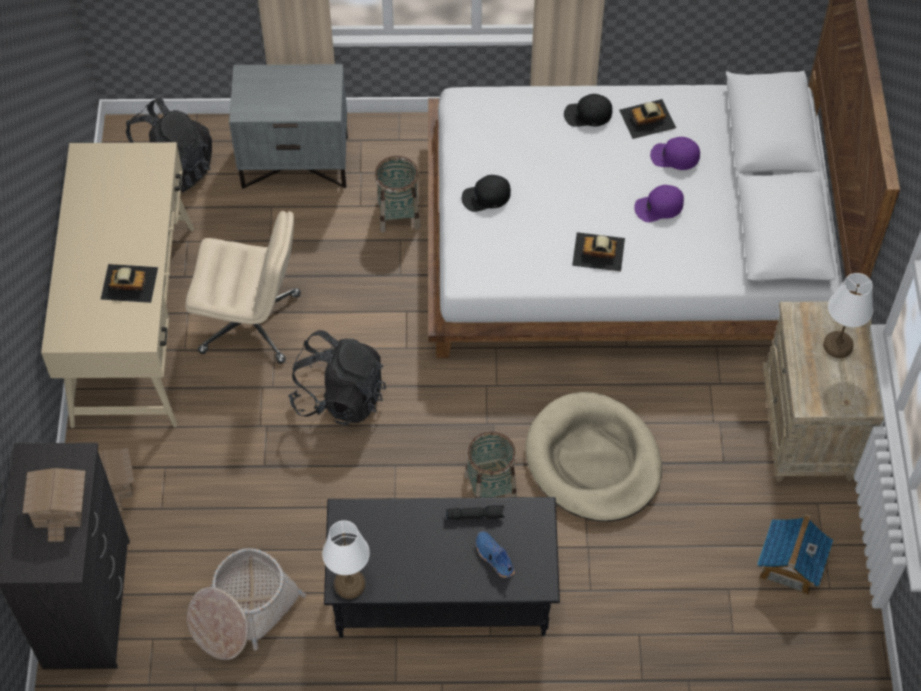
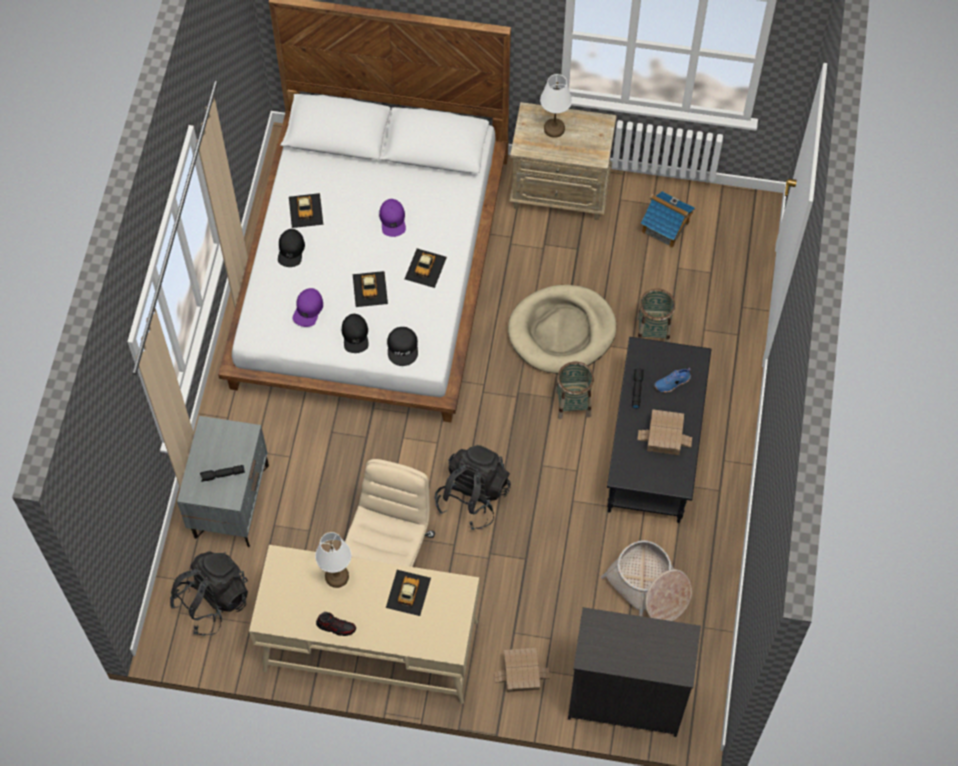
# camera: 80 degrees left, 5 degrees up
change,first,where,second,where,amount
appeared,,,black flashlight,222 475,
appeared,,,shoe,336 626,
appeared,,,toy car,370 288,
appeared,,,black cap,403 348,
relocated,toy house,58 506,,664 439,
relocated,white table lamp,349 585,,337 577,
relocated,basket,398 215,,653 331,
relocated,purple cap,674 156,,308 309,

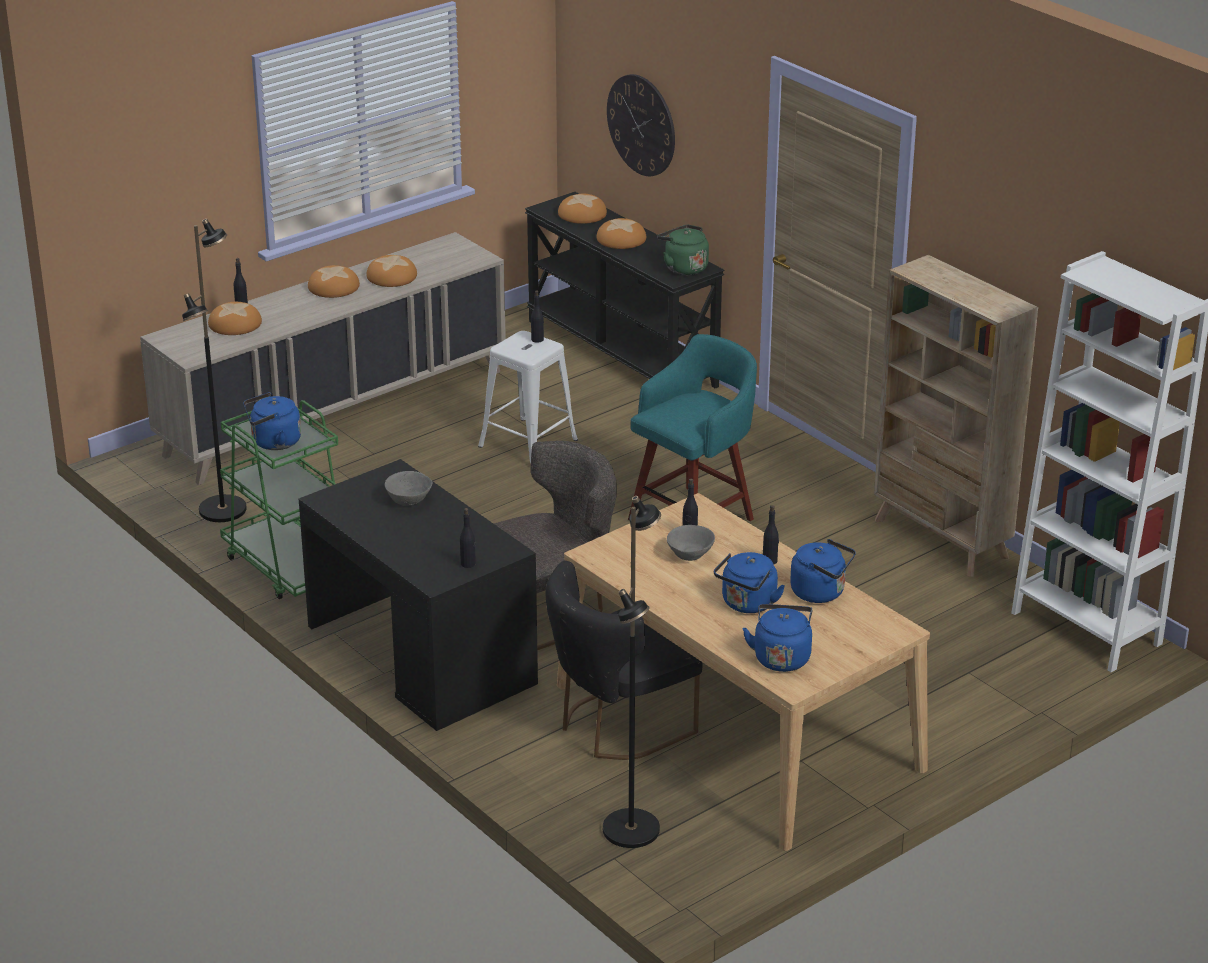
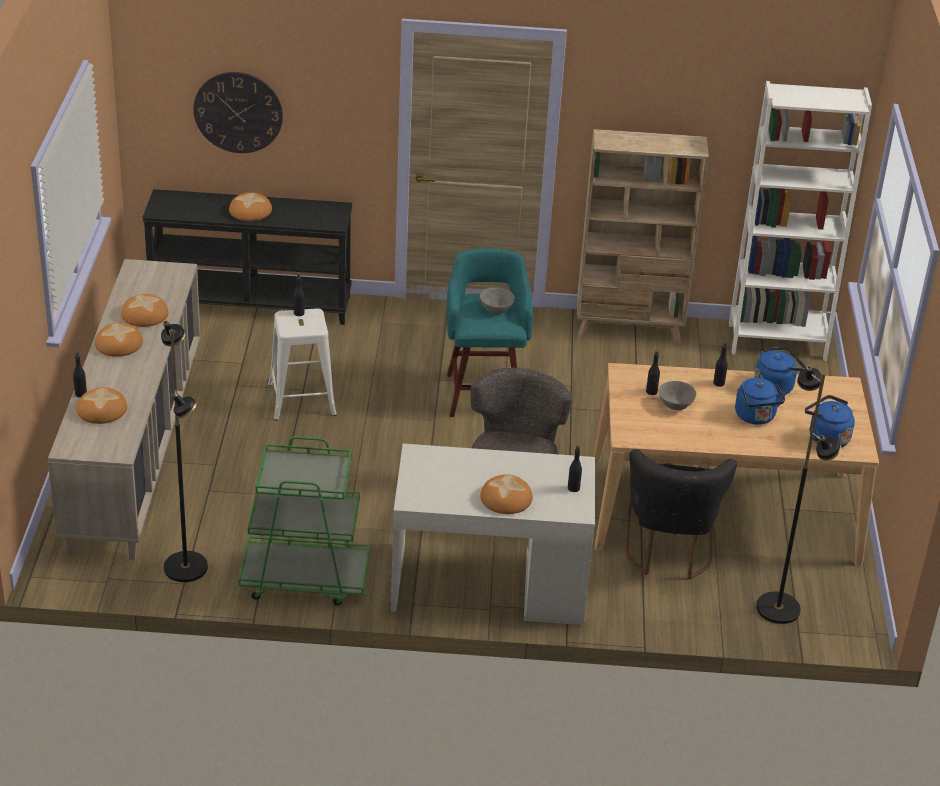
# camera: 50 degrees left, 5 degrees up
change,first,where,second,where,amount
missing,blue kettle,273 442,,,
missing,green kettle,683 267,,,
relocated,grey bowl,408 500,,496 309,
relocated,bread,581 214,,506 499,
colour,black desk,420 655,white desk,489 583,

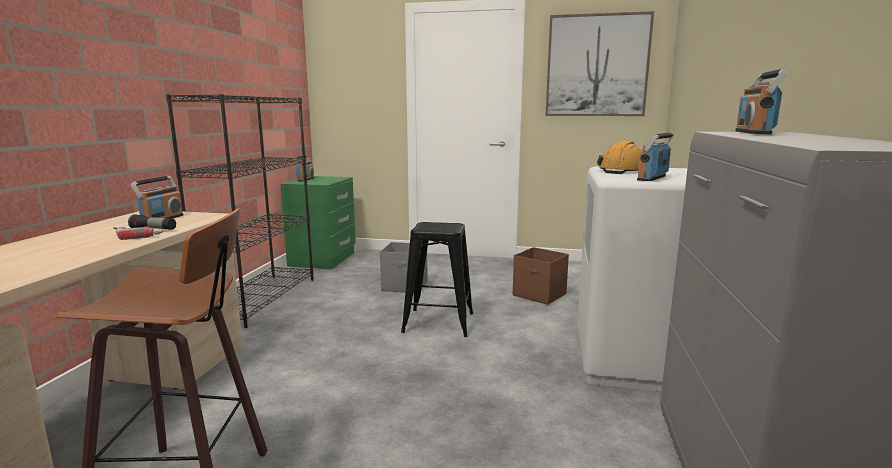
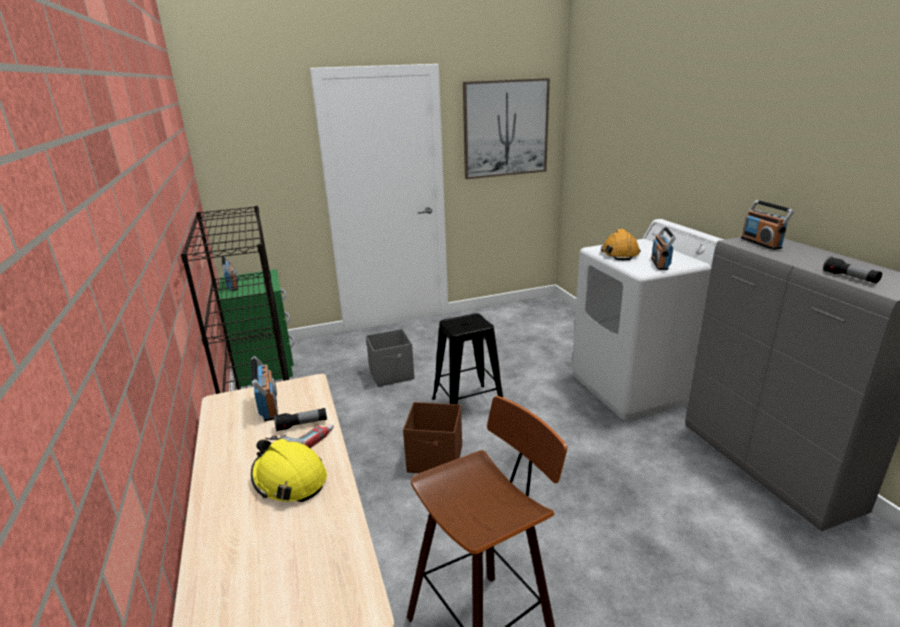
# camera: 30 degrees left, 10 degrees up
change,first,where,second,where,amount
appeared,,,yellow hard hat,289 479,
appeared,,,flashlight,850 277,
relocated,brown storage box,539 295,,436 459,

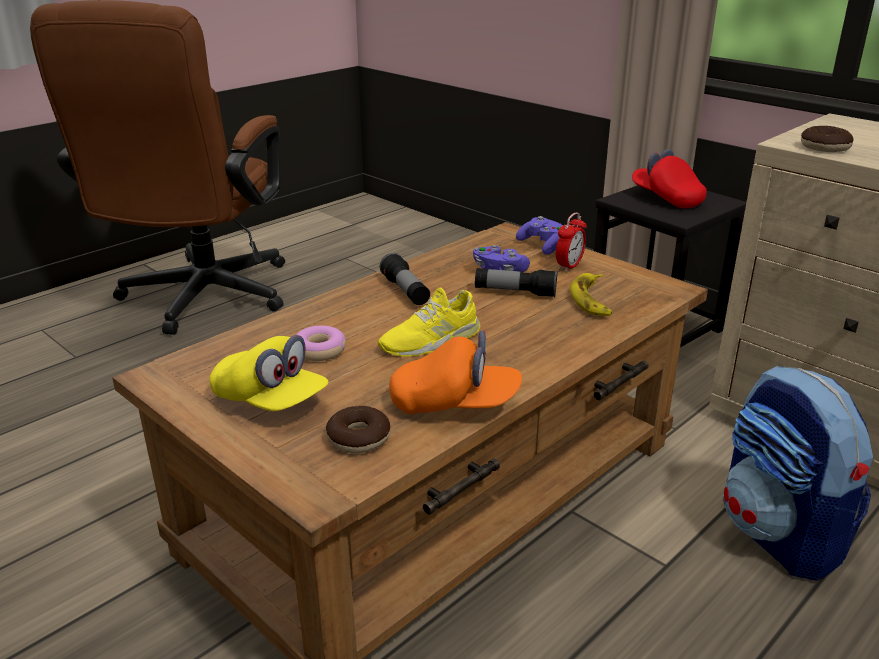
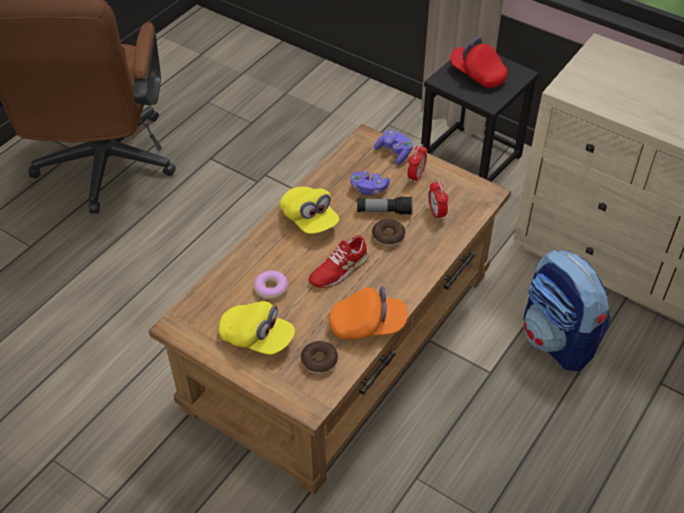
# camera: 10 degrees left, 20 degrees up
change,first,where,second,where,amount
relocated,donut,824 147,,388 236,
exchanged,flashlight,405 291,yellow cap,309 219,
exchanged,banana,592 300,alarm clock,436 213,
colour,yellow shoe,430 340,red shoe,339 269,

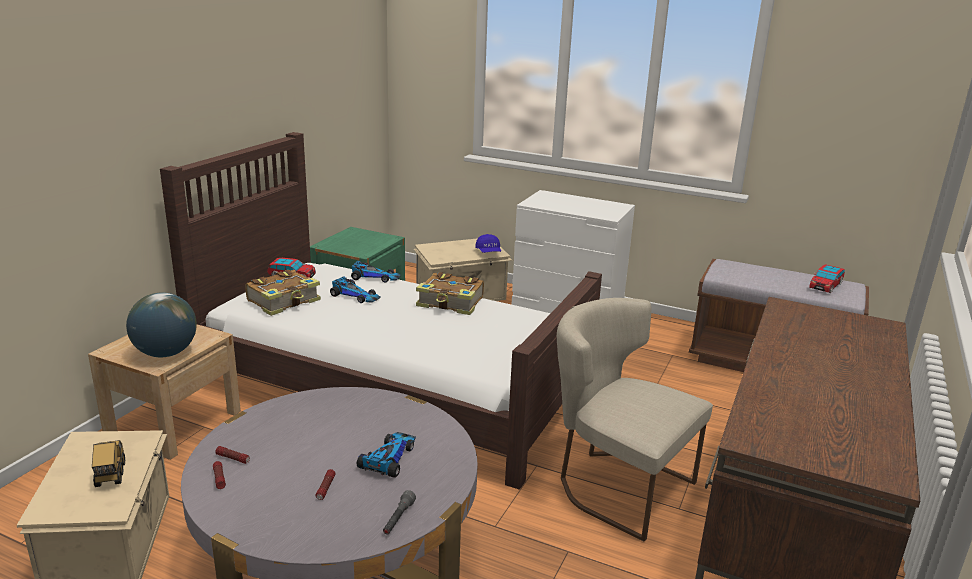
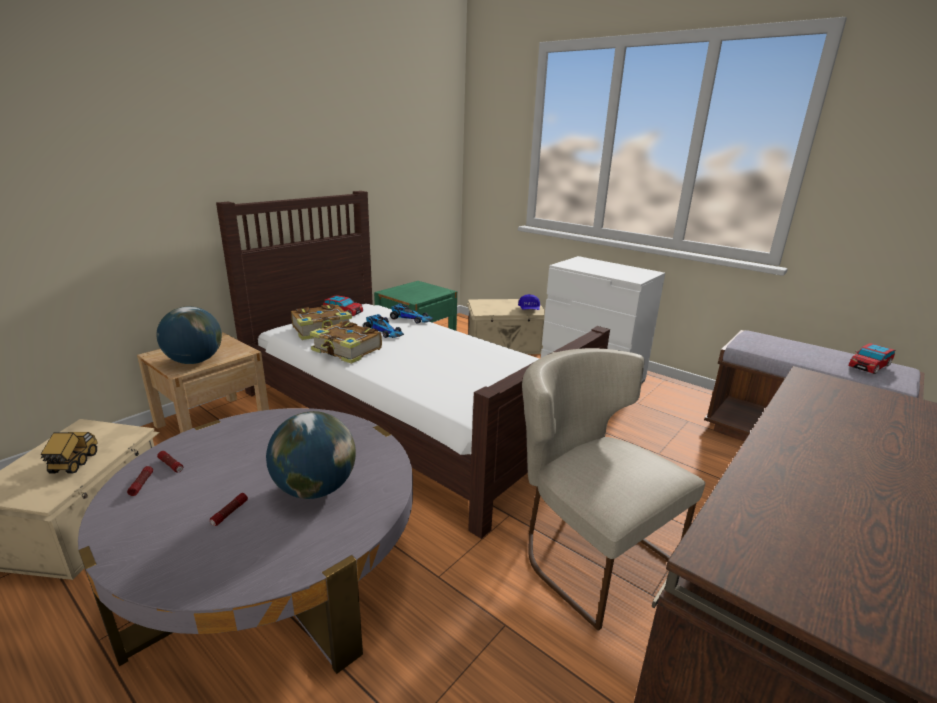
# camera: 15 degrees right, 0 degrees up
change,first,where,second,where,amount
missing,grey flashlight,398 518,,,
relocated,book,451 303,,347 351,
exchanged,toy car,388 458,globe,315 489,

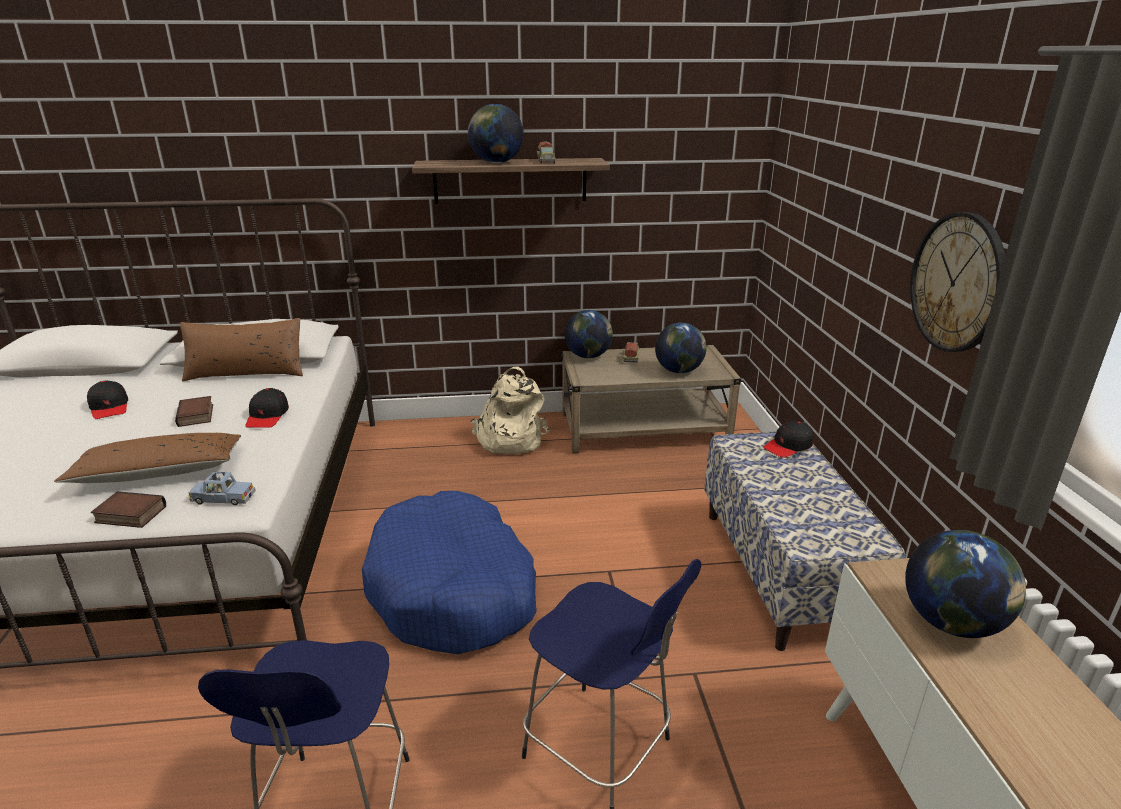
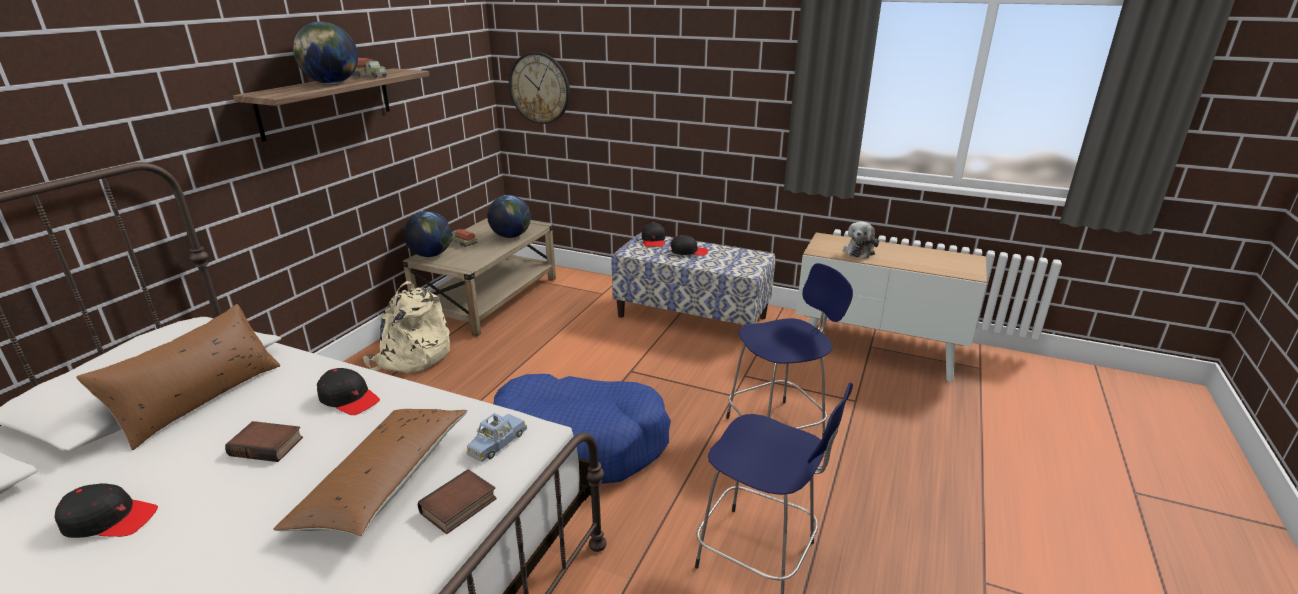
# camera: 60 degrees left, 0 degrees up
change,first,where,second,where,amount
appeared,,,black cap,688 251,
relocated,wall clock,958 283,,539 88,
exchanged,globe,951 622,plush toy,860 251,

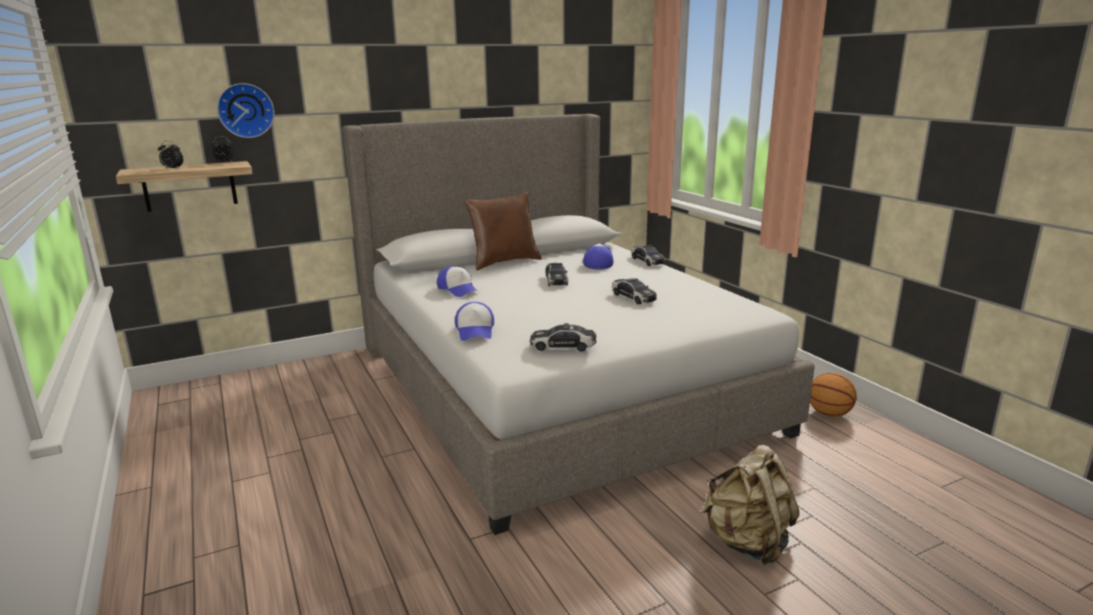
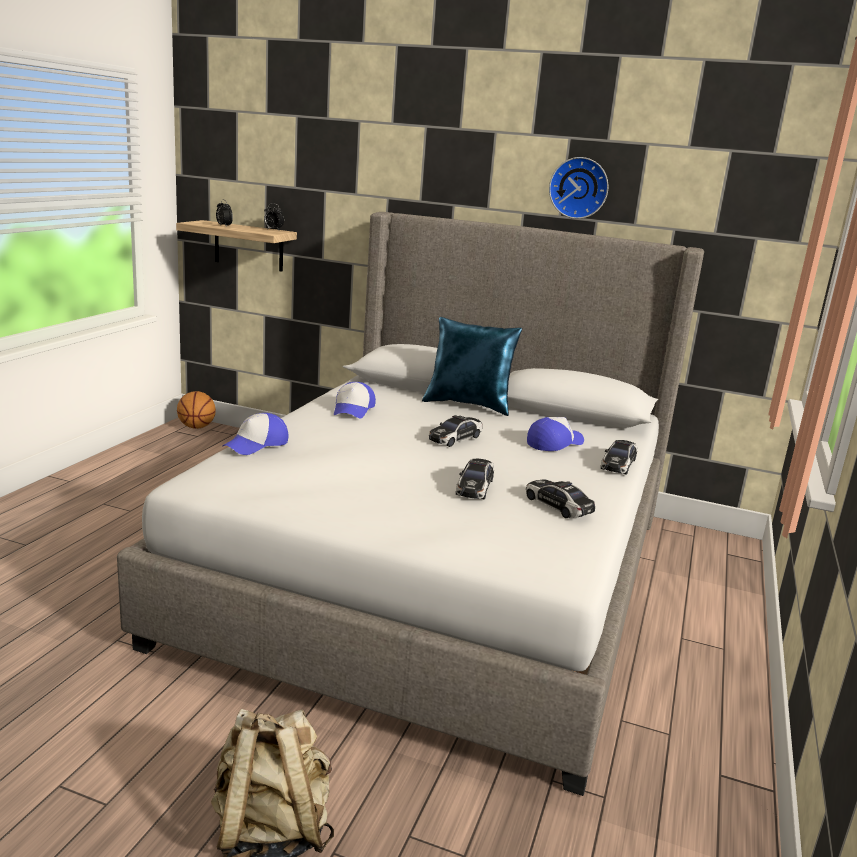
# camera: 45 degrees right, 0 degrees up
change,first,where,second,where,amount
relocated,wall clock,245 110,,579 188,
relocated,toy car,563 346,,558 506,
relocated,basketball,828 414,,196 427,
colour,brown pillow,504 262,blue pillow,469 405,

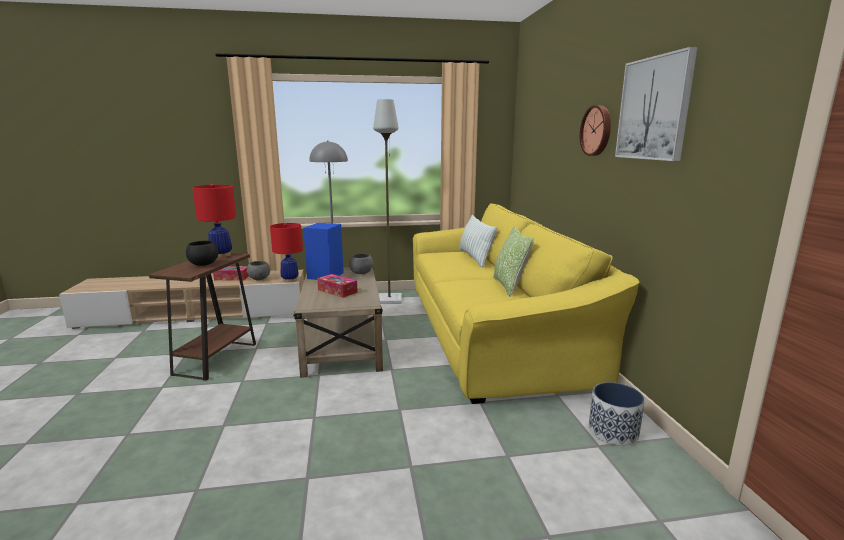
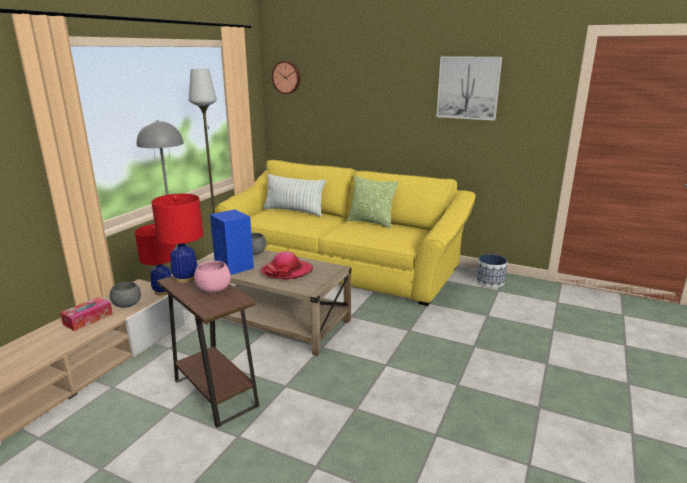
# camera: 55 degrees left, 5 degrees up
change,first,where,second,where,amount
relocated,wall clock,597 130,,286 77,
exchanged,tissue box,337 291,hat,287 271,
colour,black bowl,204 264,pink bowl,213 290,

